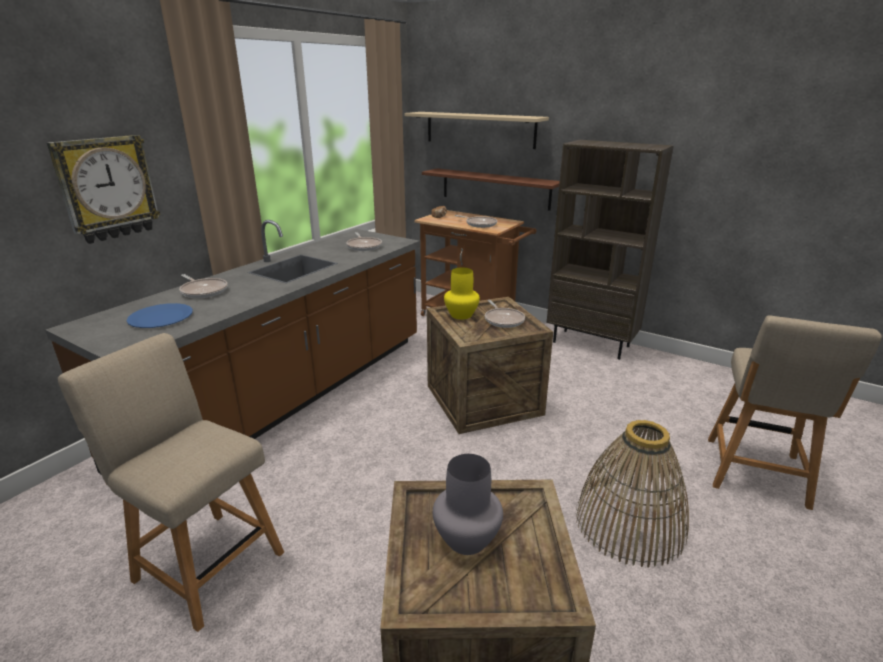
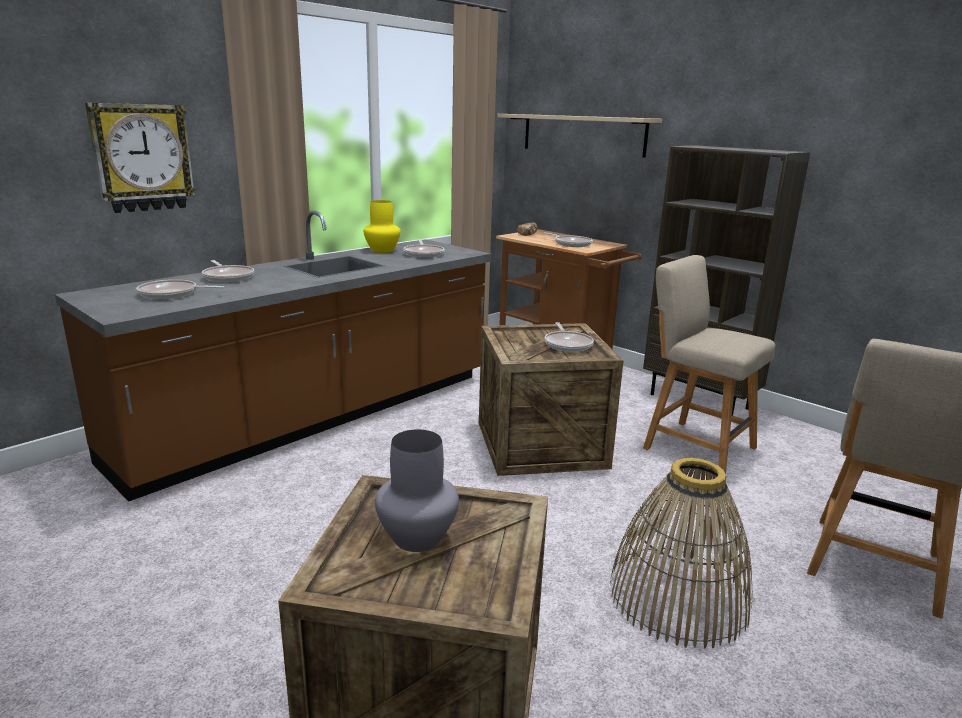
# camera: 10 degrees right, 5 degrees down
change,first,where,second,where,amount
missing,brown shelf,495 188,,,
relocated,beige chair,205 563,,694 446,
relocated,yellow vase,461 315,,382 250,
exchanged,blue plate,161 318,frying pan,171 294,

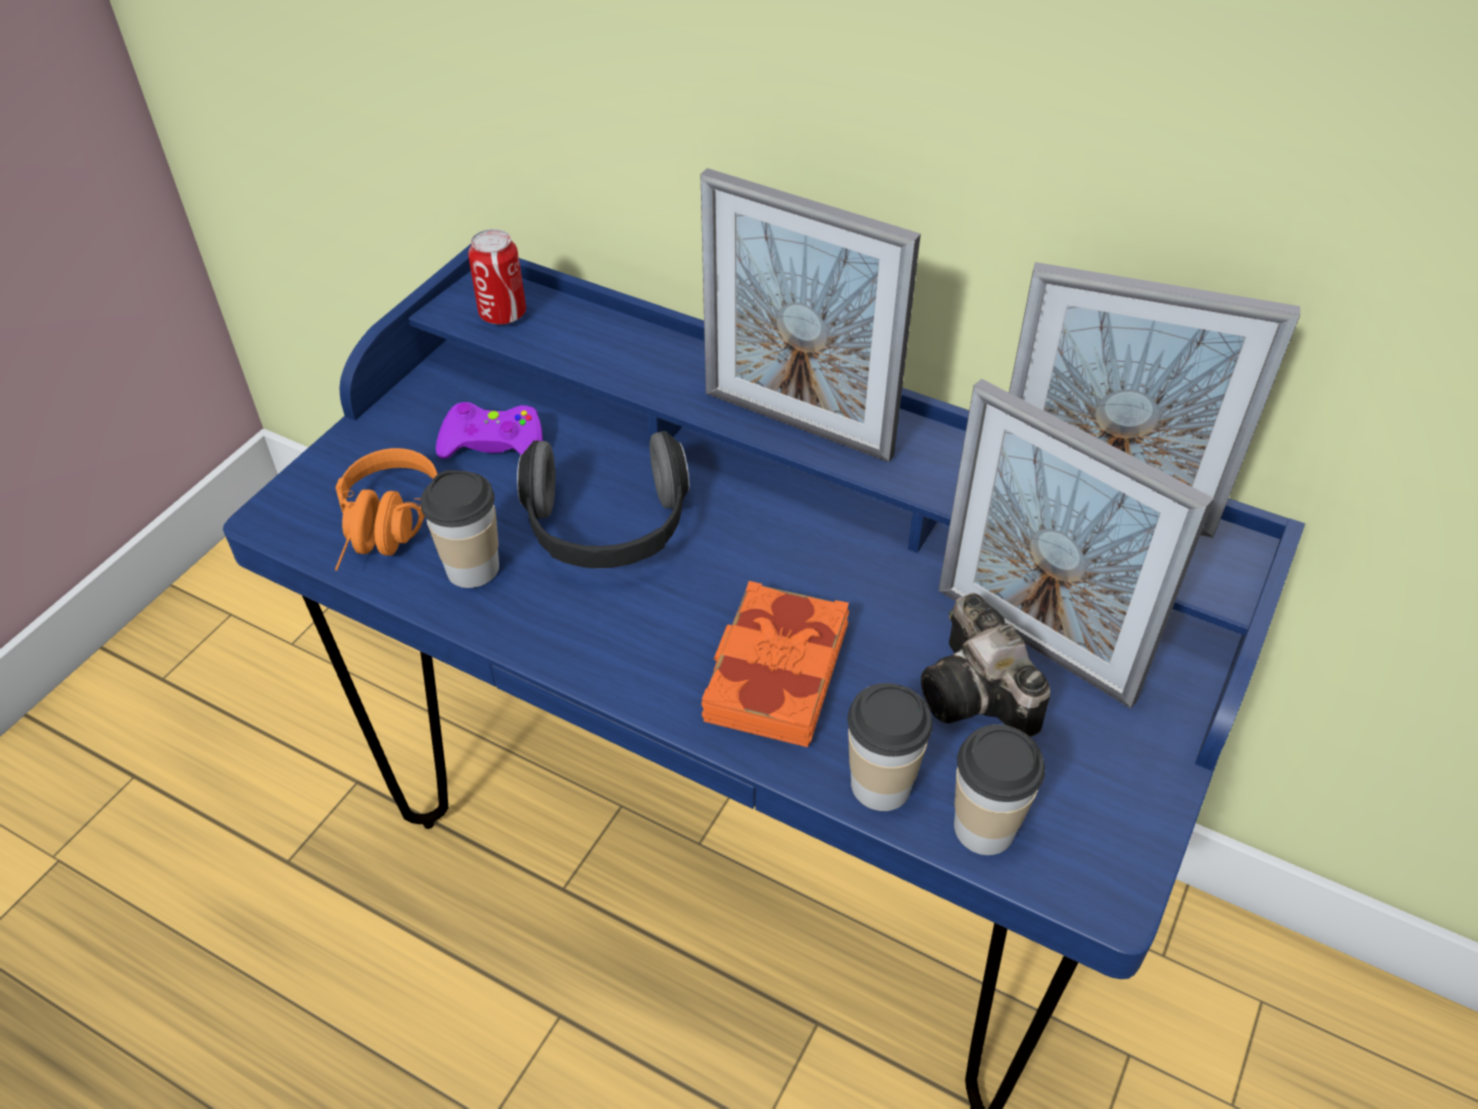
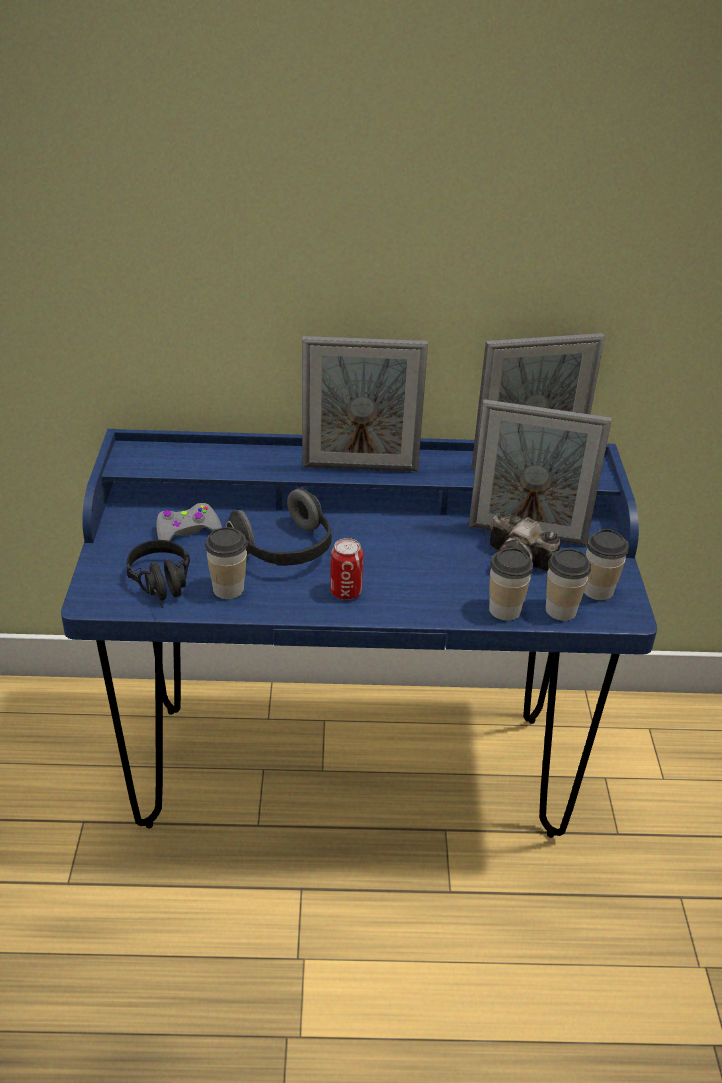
# camera: 30 degrees left, 10 degrees down
change,first,where,second,where,amount
missing,orange book,774 673,,,
appeared,,,cup,597 590,
relocated,can,503 314,,345 592,
colour,orange headphones,387 531,black headphones,164 587,
colour,purple game controller,493 444,grey game controller,187 531,

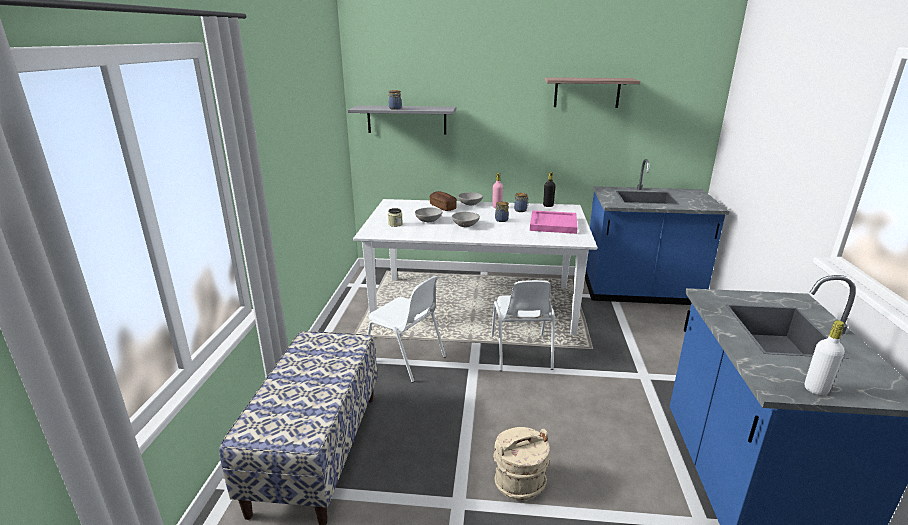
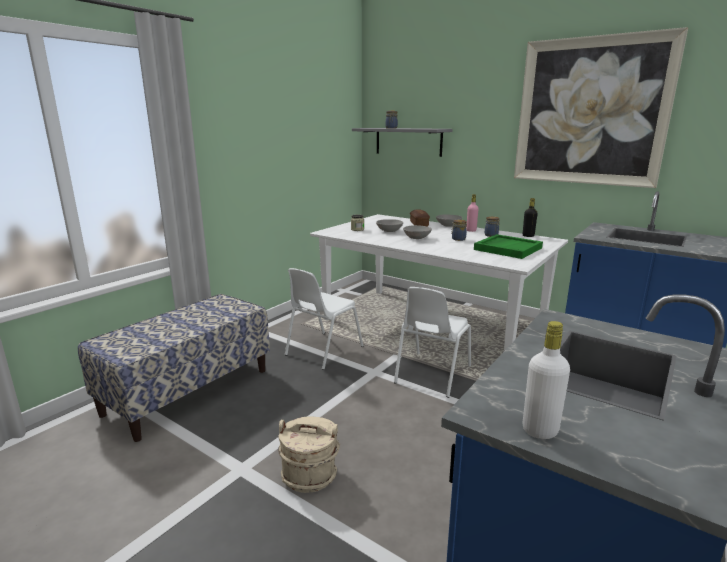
# camera: 30 degrees right, 5 degrees down
change,first,where,second,where,amount
exchanged,shelf,587 92,picture,590 112,
colour,pink tray,552 224,green tray,507 248,
spun,white chair,405 359,,323 351,60 degrees clockwise

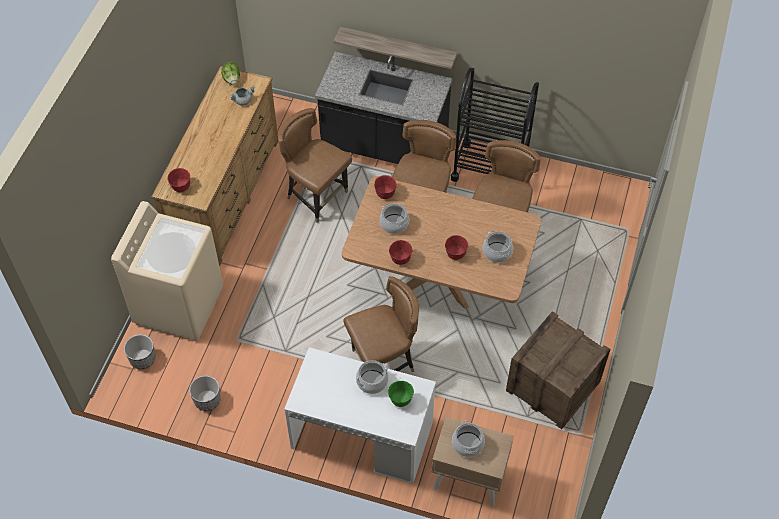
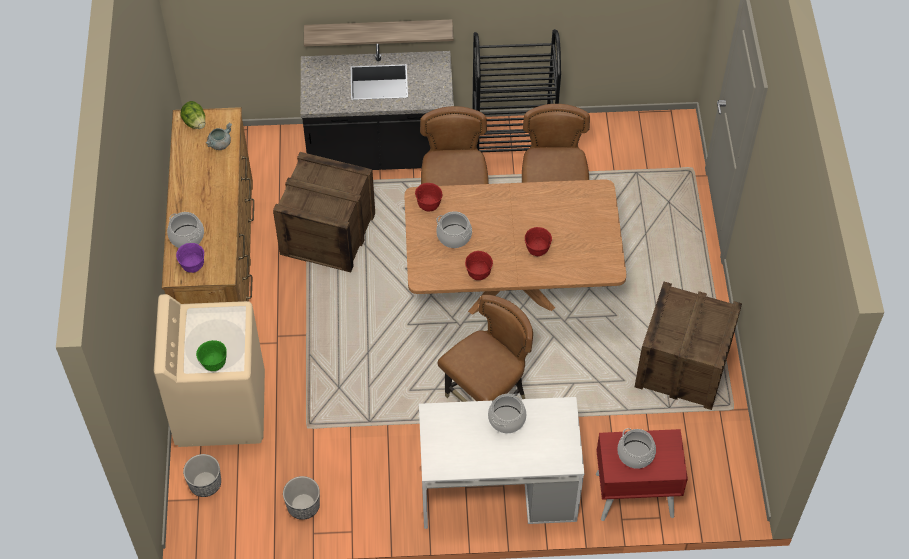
# camera: 20 degrees left, 0 degrees up
change,first,where,second,where,amount
relocated,green bowl,400 400,,214 364,
relocated,cooking pot,497 252,,187 237,
exchanged,brown chair,316 197,crate,327 234,
colour,red bowl,181 187,purple bowl,193 266,
colour,beige nightstand,468 477,red nightstand,634 495,

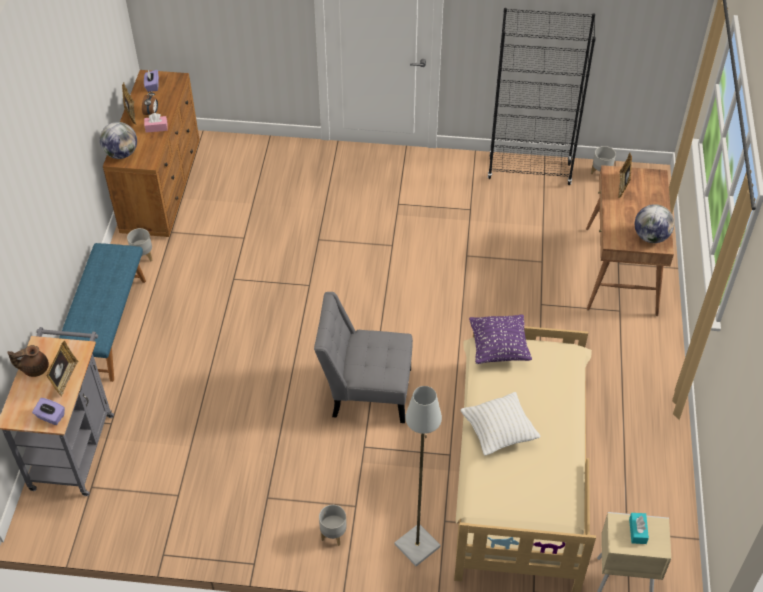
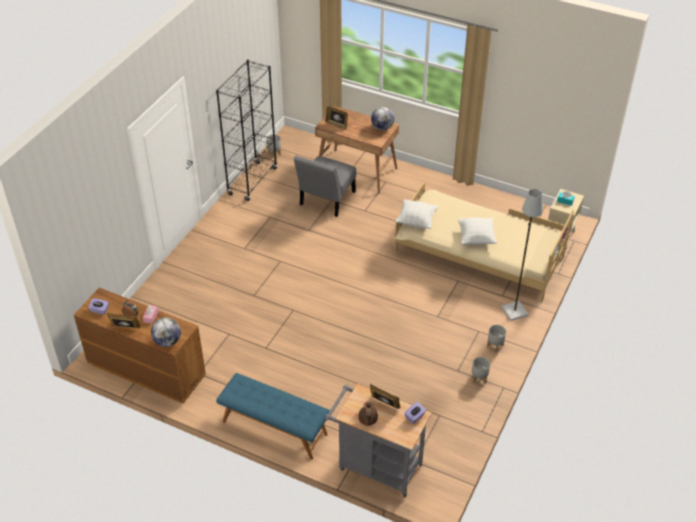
# camera: 70 degrees left, 5 degrees down
change,first,where,second,where,amount
relocated,grey planter,143 256,,478 378,
relocated,grey chair,366 391,,326 200,
colour,purple pillow,498 348,white pillow,416 221,

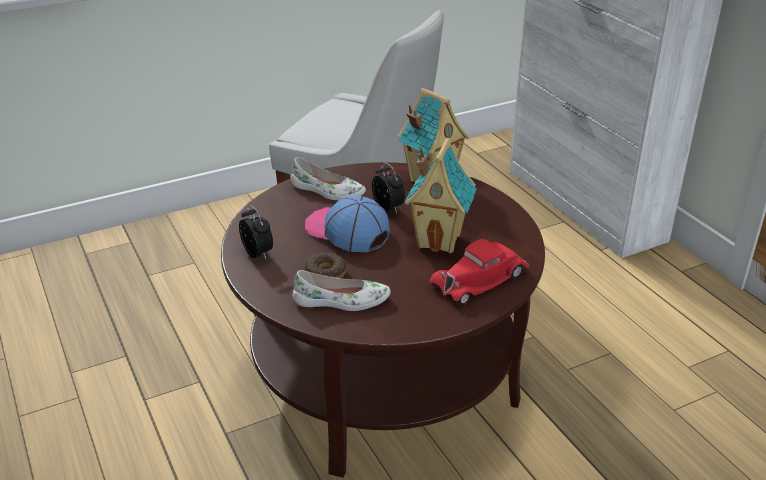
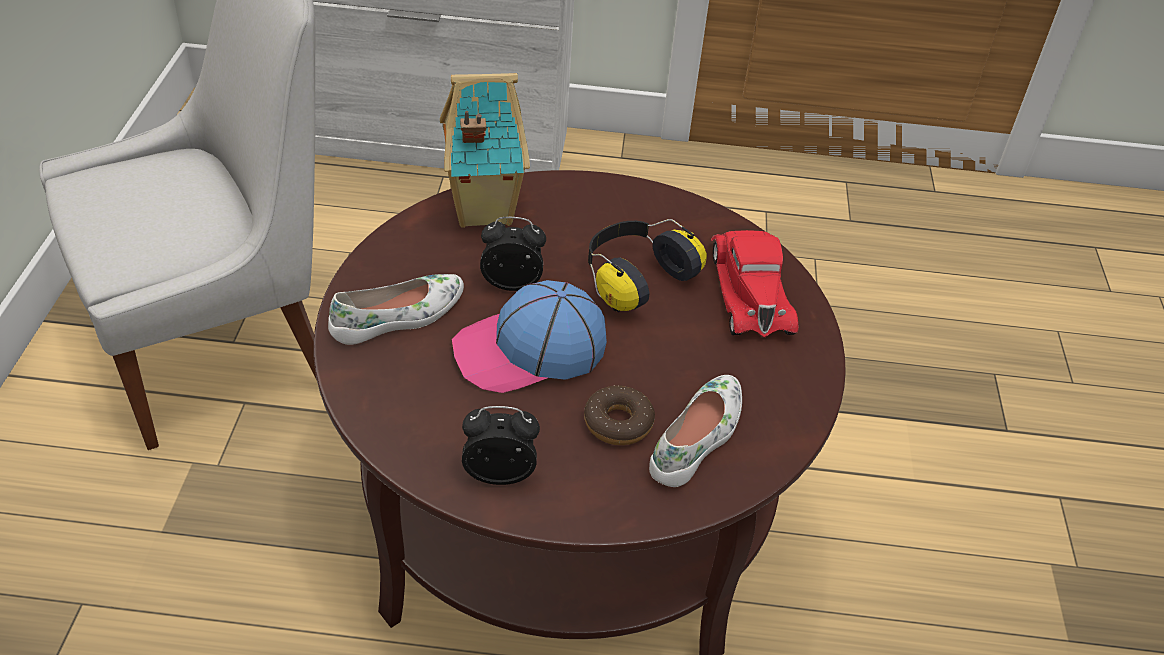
# camera: 60 degrees left, 10 degrees up
change,first,where,second,where,amount
exchanged,toy house,439 240,headphones,635 278,

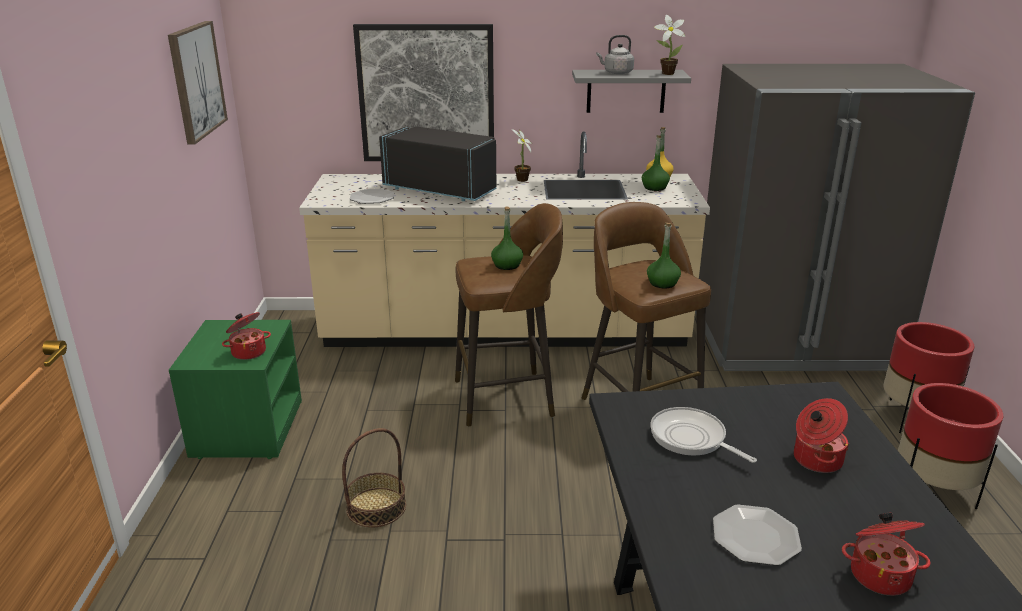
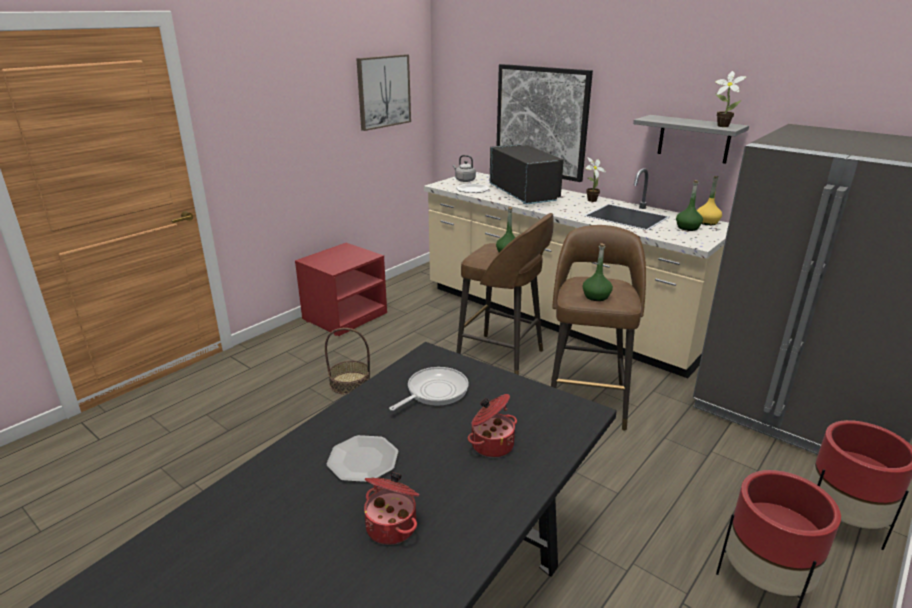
# camera: 40 degrees right, 0 degrees up
change,first,where,second,where,amount
missing,cooking pot,248 352,,,
relocated,grey kettle,616 73,,464 180,
colour,green nightstand,247 428,red nightstand,345 316,
spun,frying pan,691 439,,434 392,45 degrees clockwise

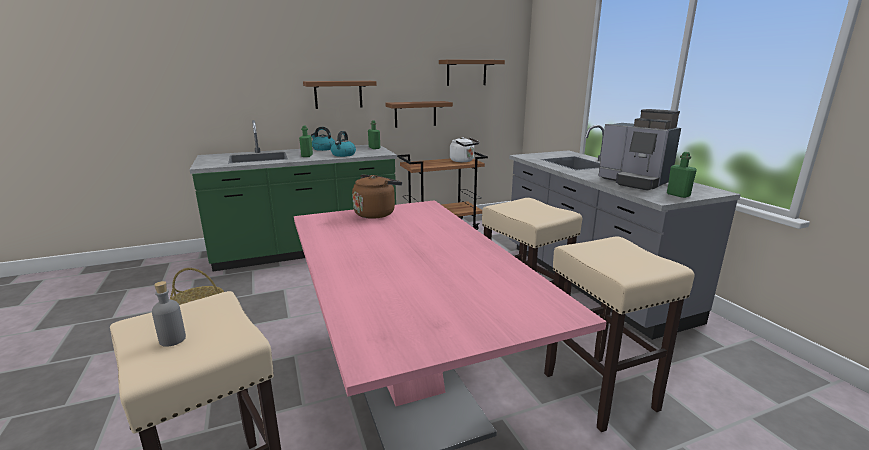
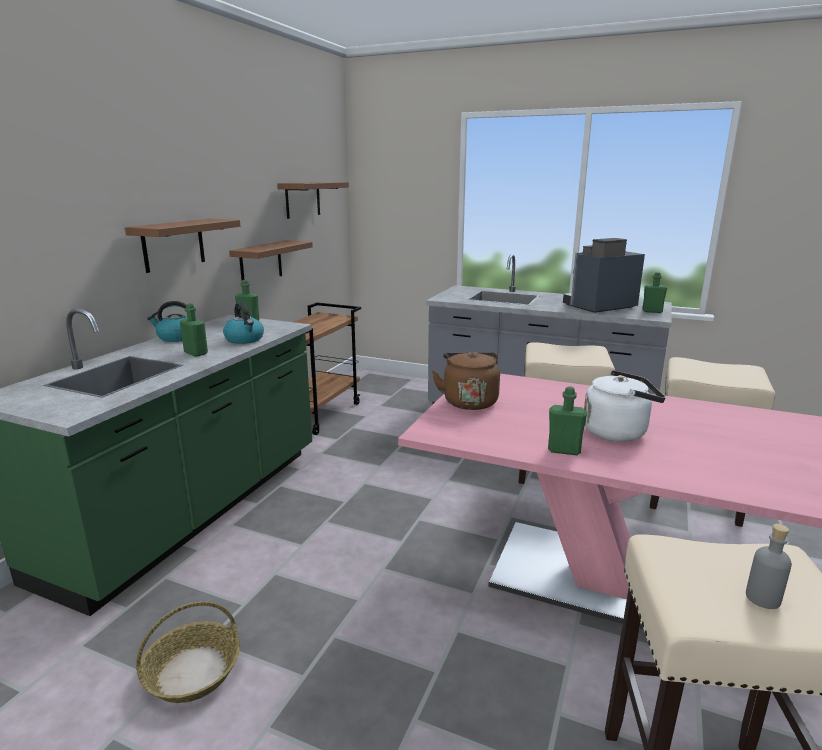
# camera: 45 degrees left, 0 degrees up
change,first,where,second,where,amount
appeared,,,green bottle,564 450,
relocated,white kettle,463 161,,618 432,
spun,coffee machine,634 182,,598 307,150 degrees clockwise

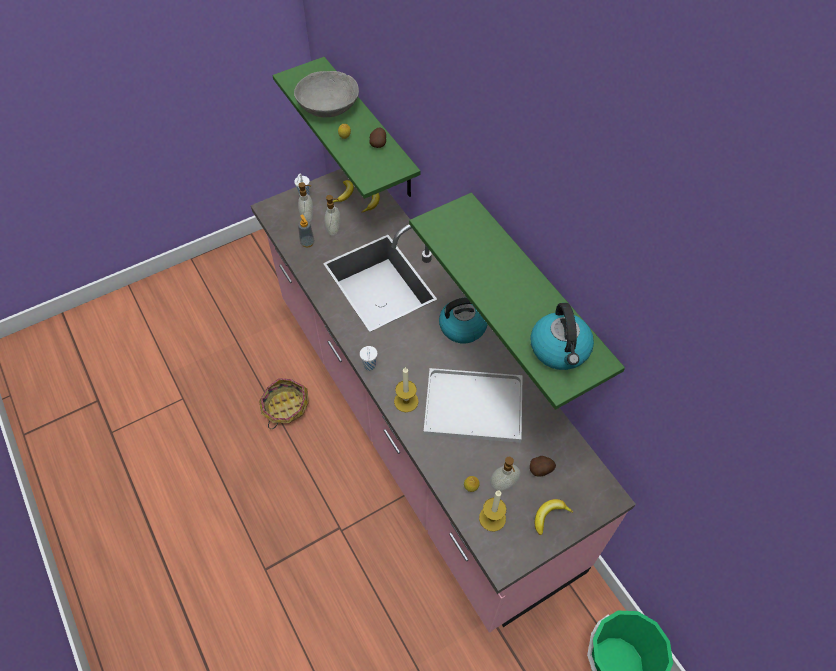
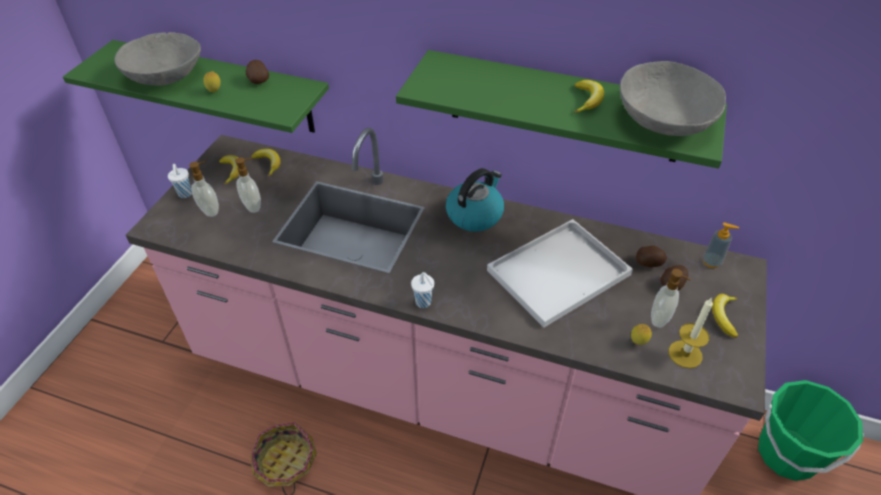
# camera: 40 degrees left, 10 degrees down
change,first,where,second,where,amount
missing,candle,406 401,,,
appeared,,,banana,587 100,
appeared,,,potato,649 263,
relocated,soap dispenser,307 243,,711 262,
exchanged,kettle,560 349,grey bowl,664 119,

